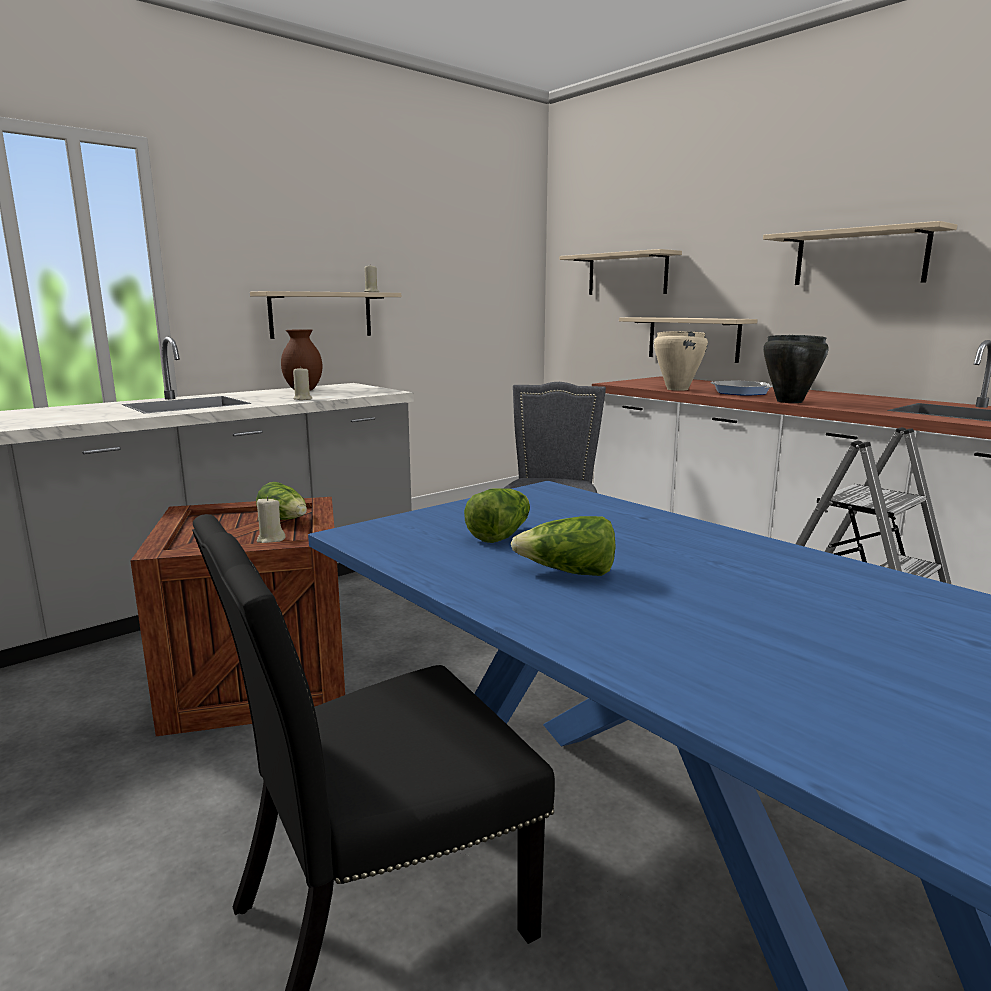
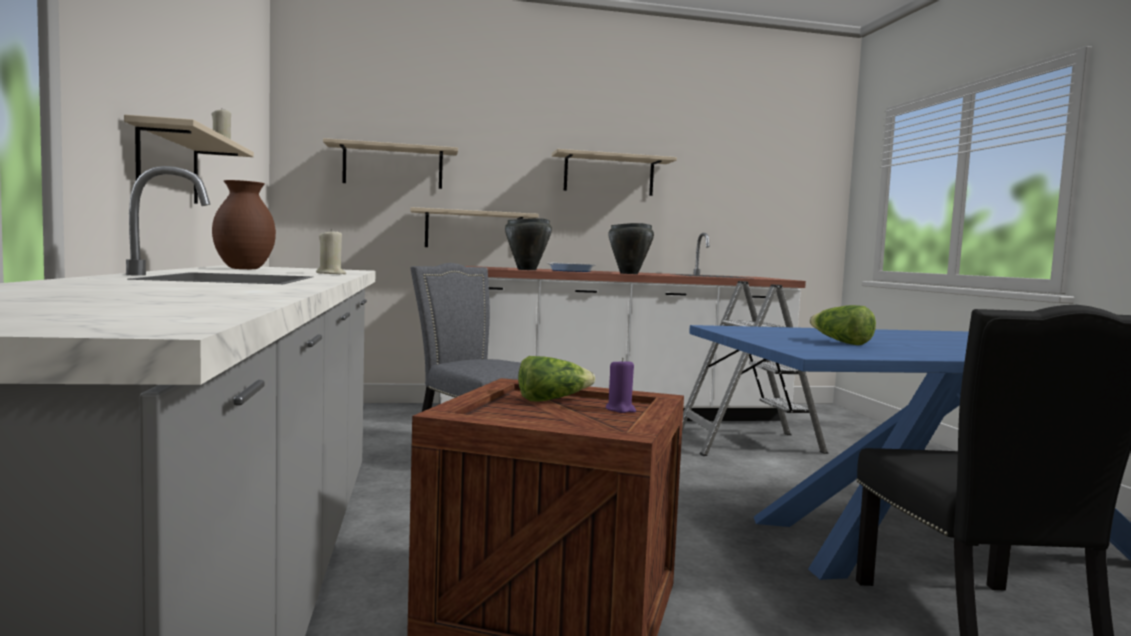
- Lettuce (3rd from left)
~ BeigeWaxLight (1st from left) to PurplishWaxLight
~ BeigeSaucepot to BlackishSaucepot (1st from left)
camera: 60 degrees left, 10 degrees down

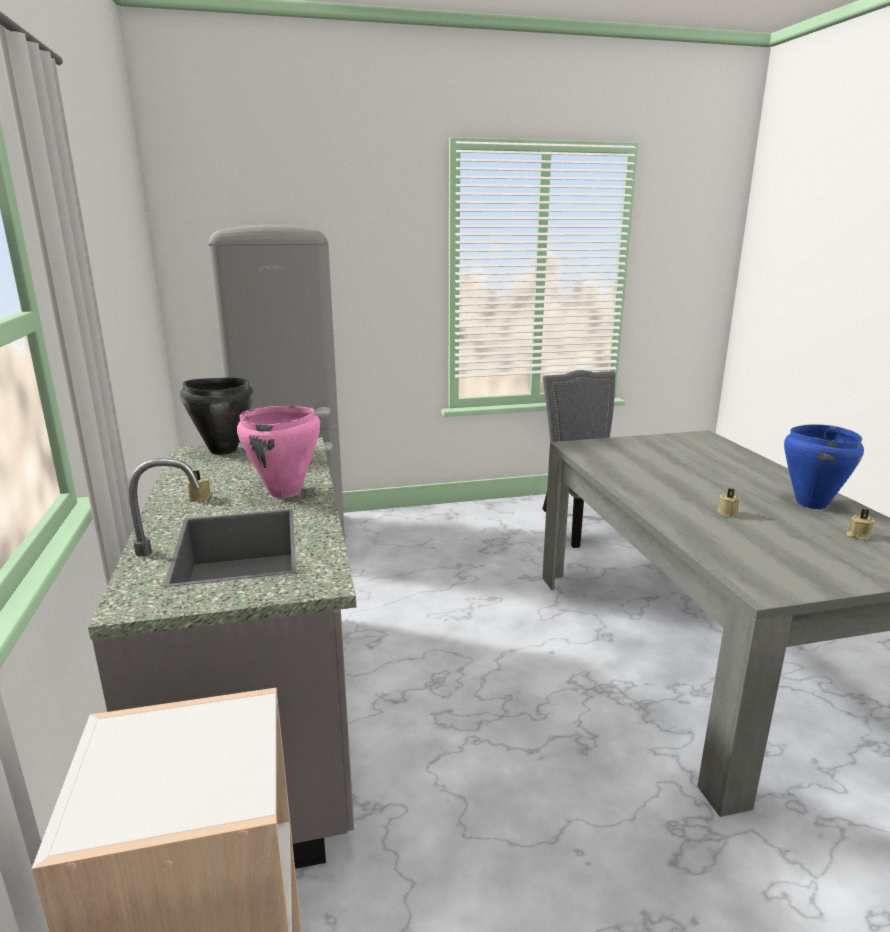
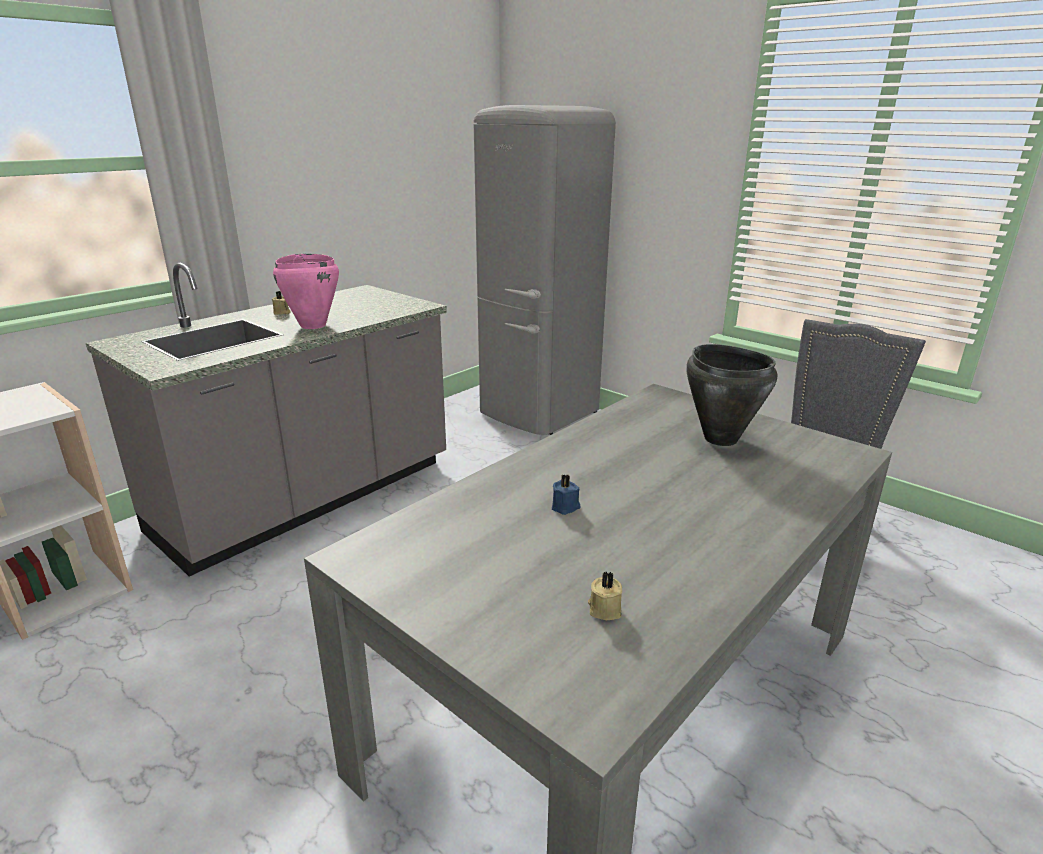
- BlueColouredSaucepot
~ BlackishSaucepot
~ BeigeWaxLight (2nd from left) to BlueColouredWaxLight
camera: 55 degrees right, 5 degrees up

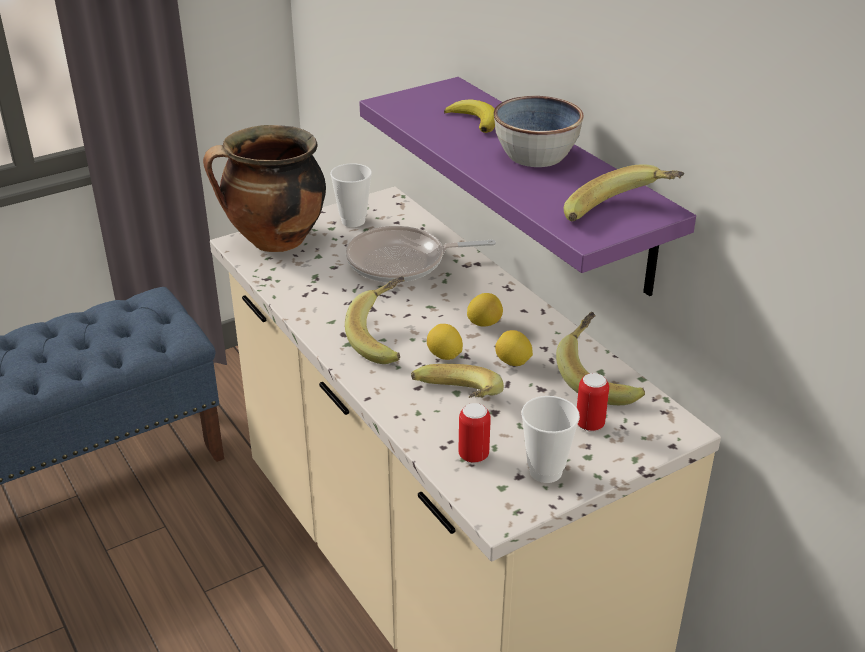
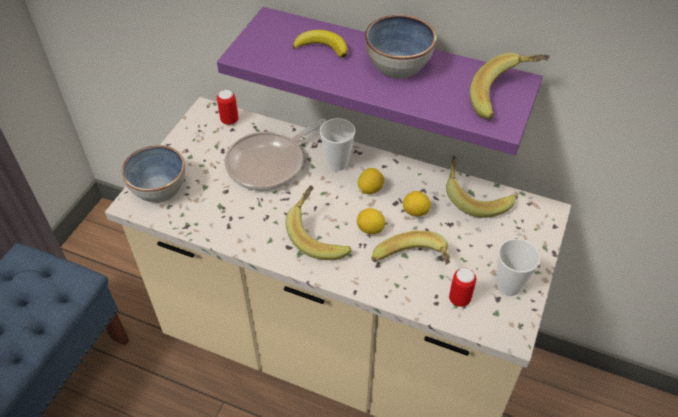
~ SmallCup (1st from left)
~ MetalCan (2nd from left in the first image) to MetalCan (1st from left)
~ Saucepot to Bowl (1st from left)
camera: 35 degrees left, 15 degrees up

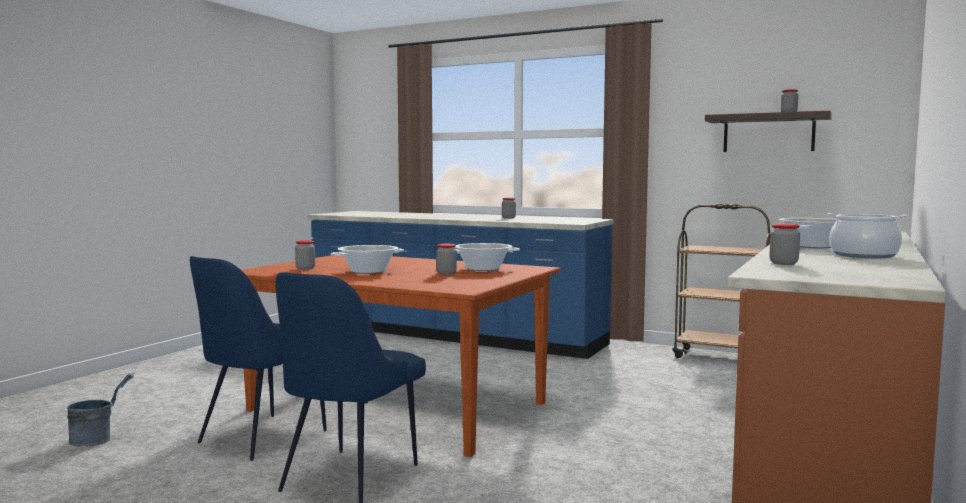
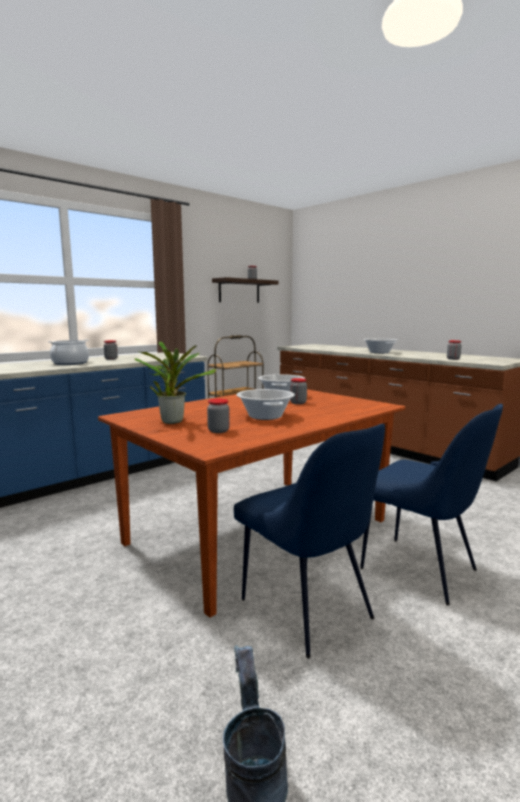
+ PlantInAPot
~ Saucepot (4th from left in the first image) to Saucepot (1st from left)
camera: 70 degrees left, 5 degrees up

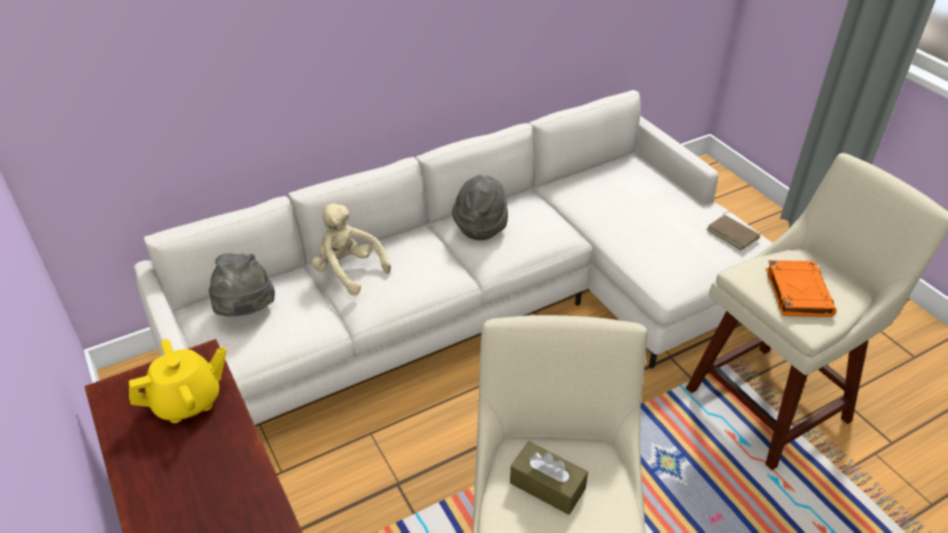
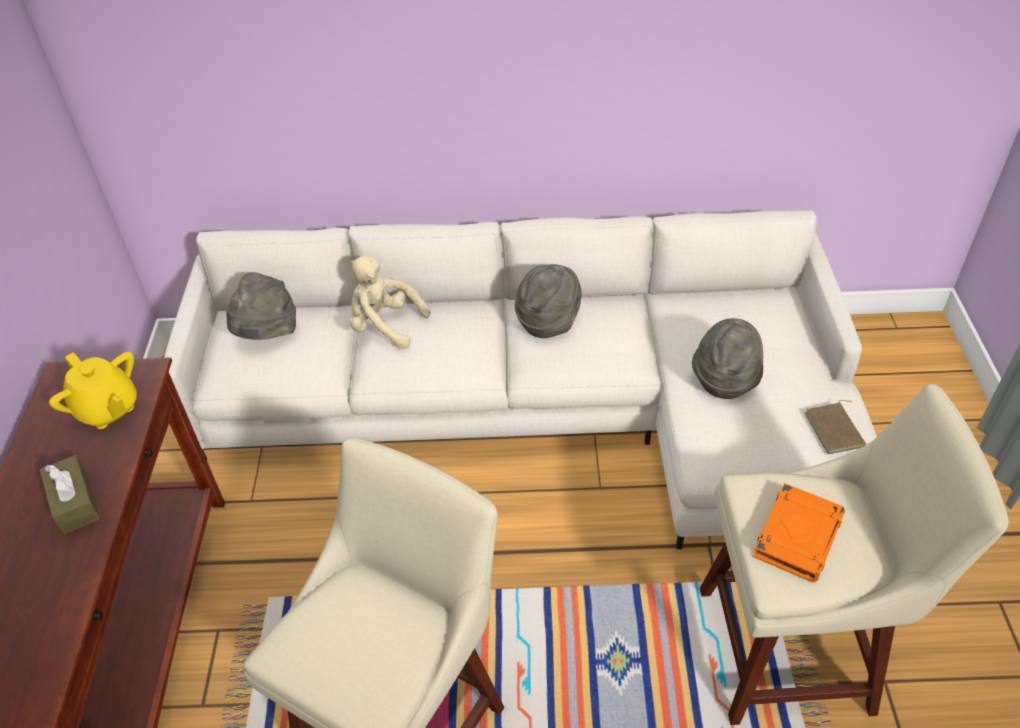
+ GreyishHat (3rd from left)
~ BrownBoxOfTissues
~ YellowTeapot 45 degrees clockwise
~ BeigeCuddlyToy 45 degrees counterclockwise
camera: 30 degrees right, 5 degrees up

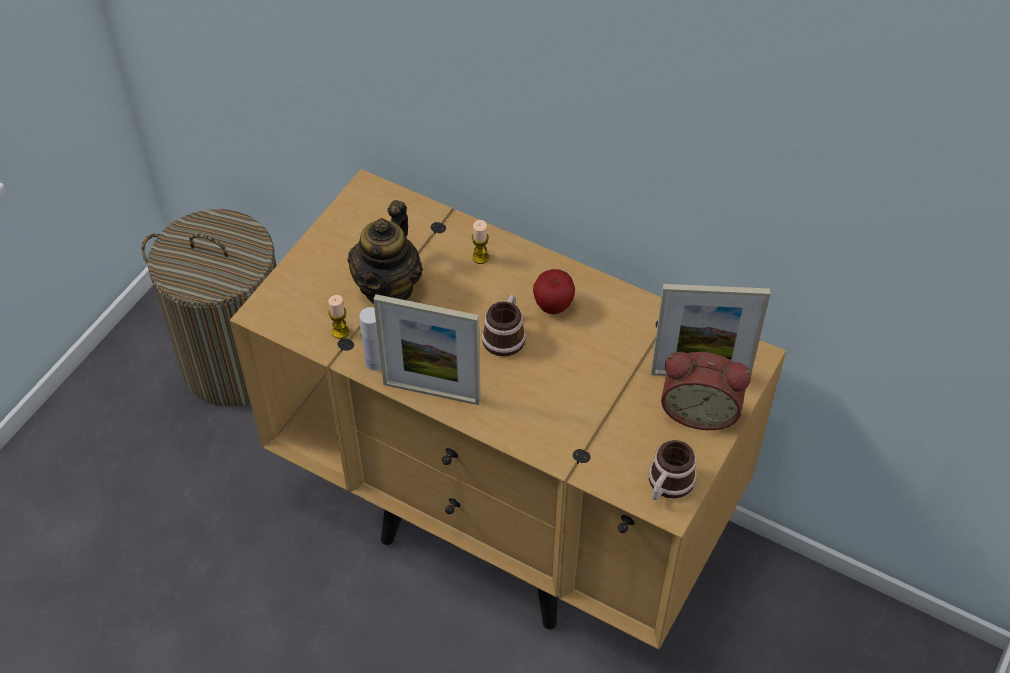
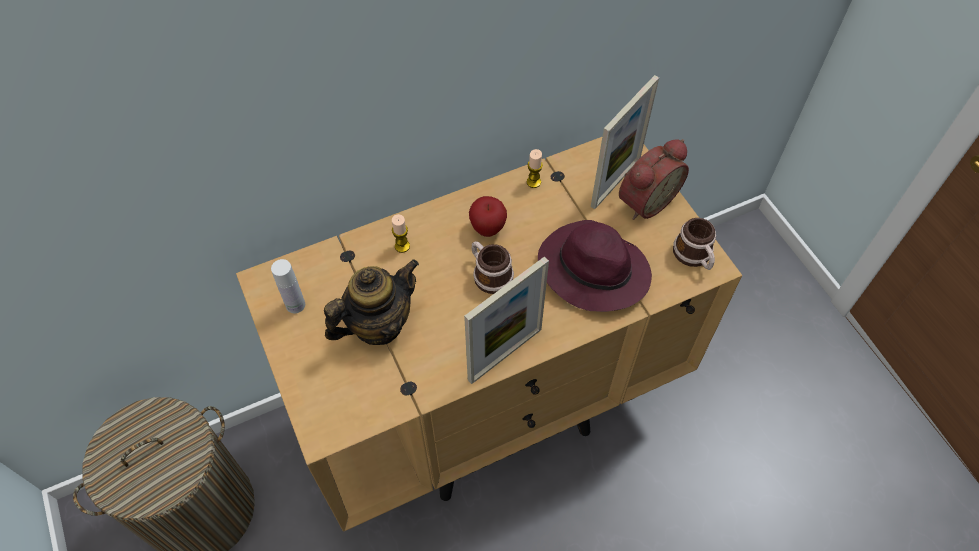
+ PurplishHat
~ WaxLight (1st from left in the first image) to WaxLight (2nd from left)
~ WhiteColouredDrinkBottle
~ Teapot 90 degrees counterclockwise
camera: 55 degrees left, 5 degrees up

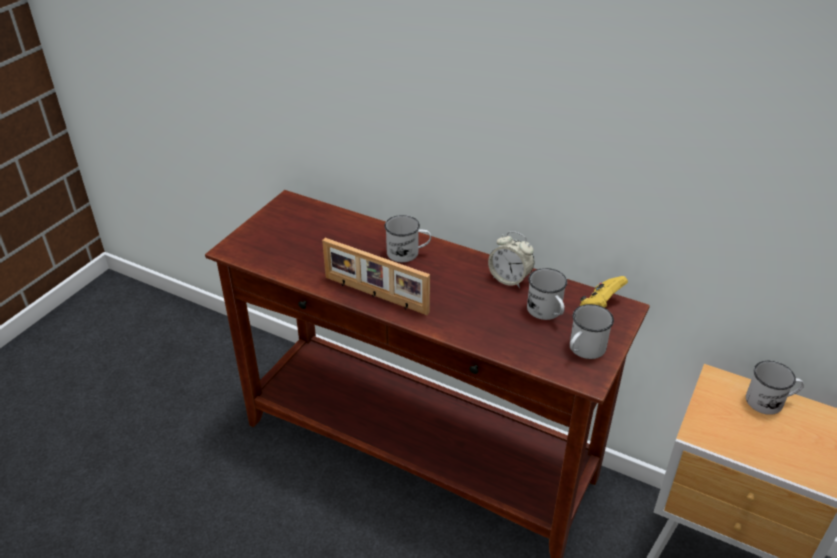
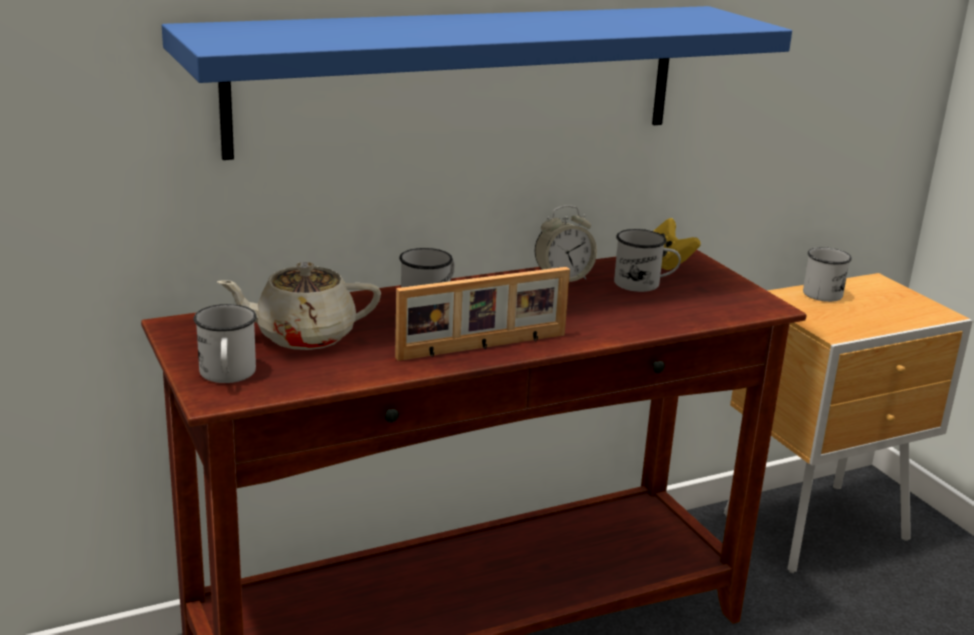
+ BlueColouredBracketShelf
+ BeigeTeapot
~ WhiteColouredMug (3rd from left in the first image) to WhiteColouredMug (1st from left)
camera: 55 degrees left, 15 degrees down

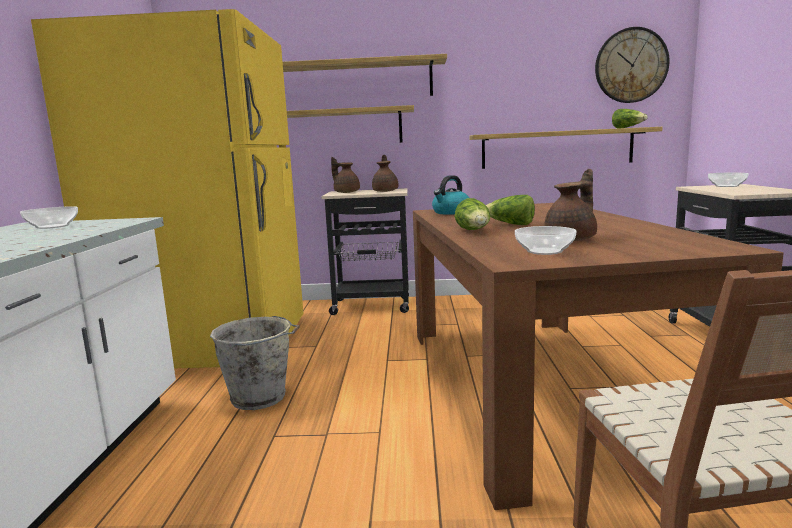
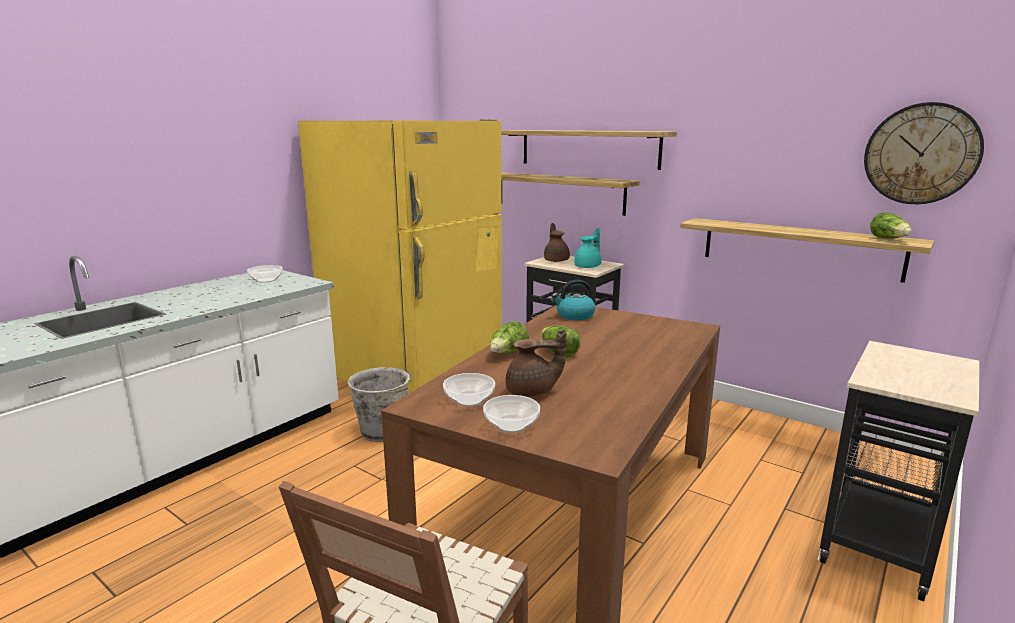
~ Bowl (3rd from left)
~ BrownTeapot (2nd from left) to TurquoiseColouredTeapot
camera: 35 degrees right, 5 degrees up

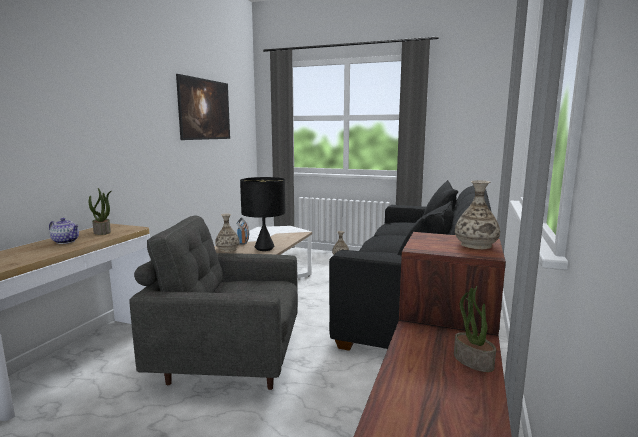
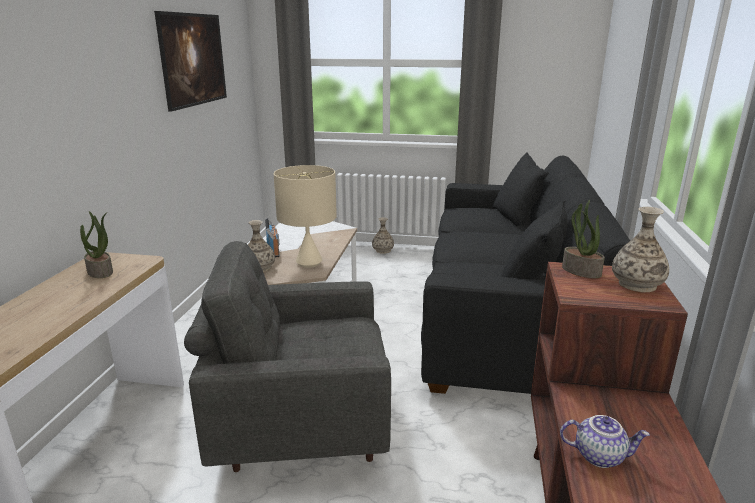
~ Teapot
~ PlantInAPot (2nd from left)
~ BlackishTabletopLamp to BeigeTabletopLamp
camera: 10 degrees left, 10 degrees up

